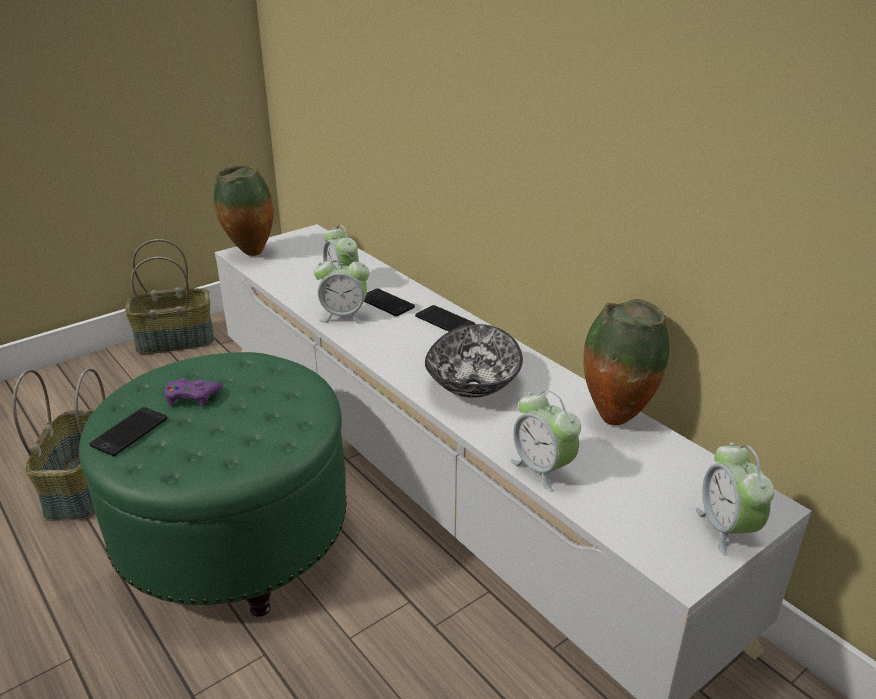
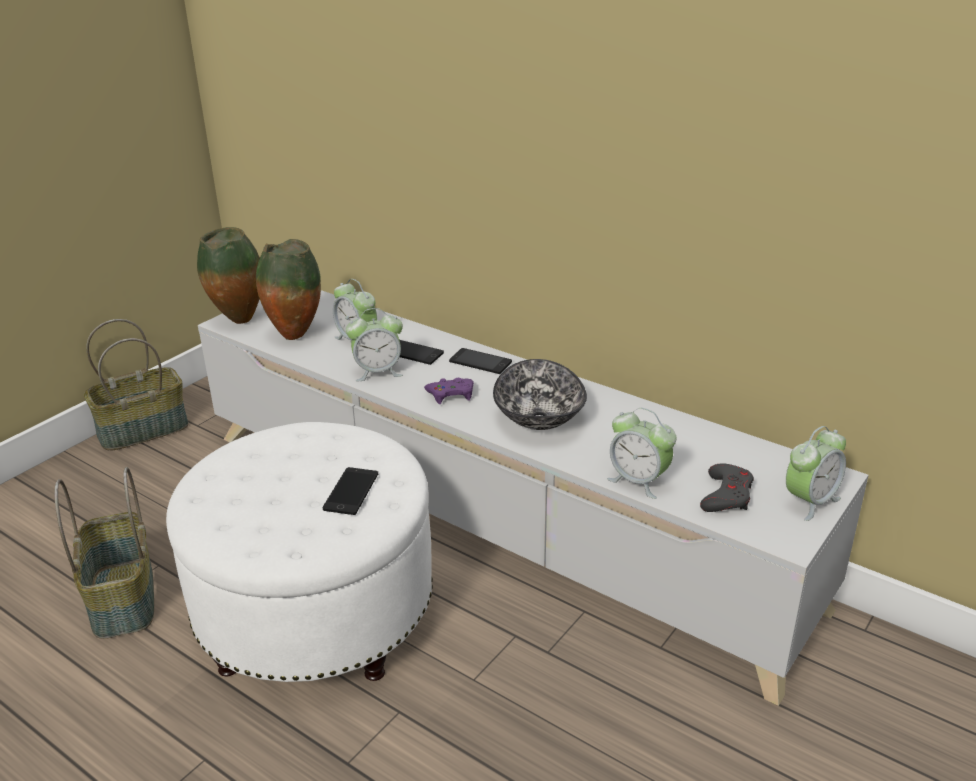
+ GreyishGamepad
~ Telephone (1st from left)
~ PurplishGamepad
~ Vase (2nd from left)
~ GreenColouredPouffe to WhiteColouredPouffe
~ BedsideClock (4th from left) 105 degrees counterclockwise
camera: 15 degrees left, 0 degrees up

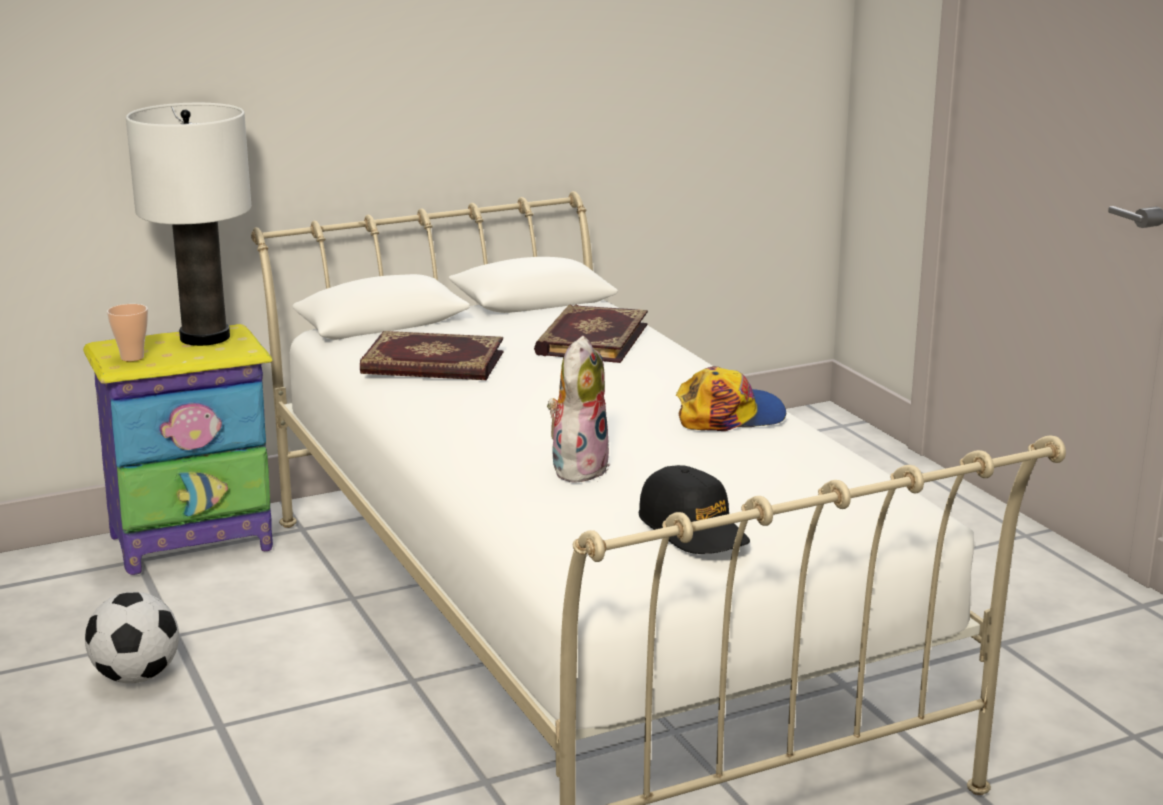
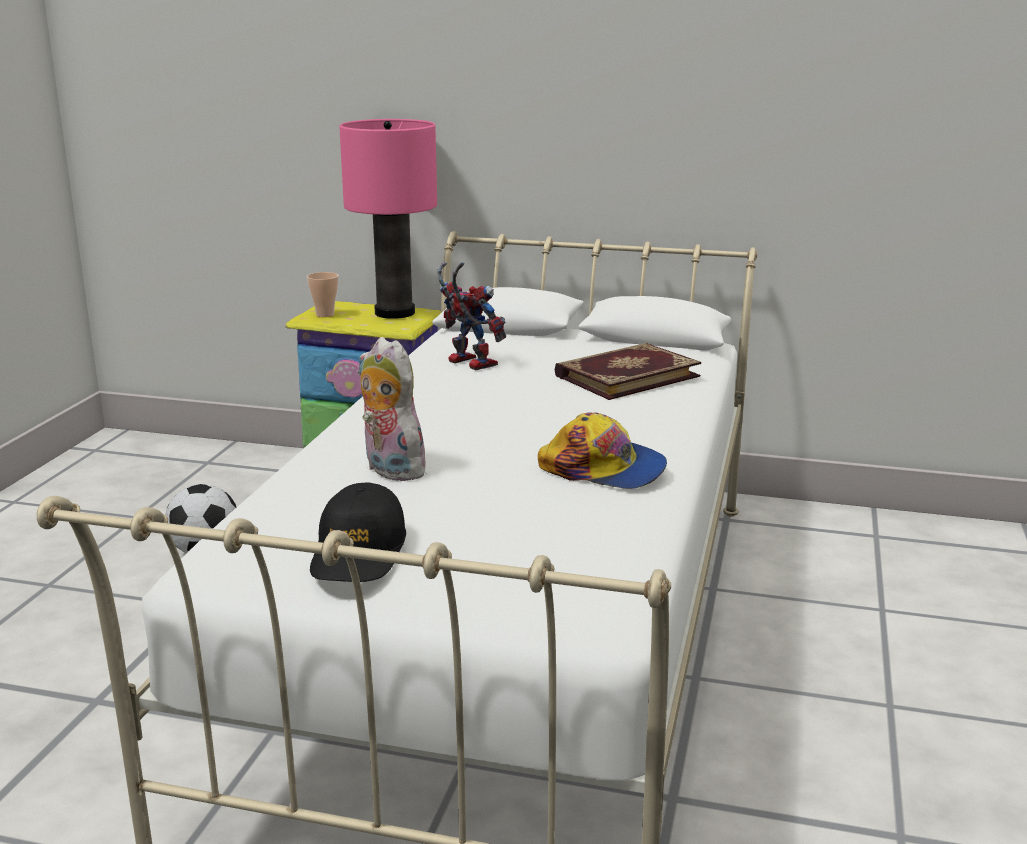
~ Book (1st from left) to RobotFigure
~ WhiteColouredTabletopLamp to PinkishTabletopLamp
~ CuddlyToy 105 degrees counterclockwise
camera: 40 degrees right, 0 degrees up

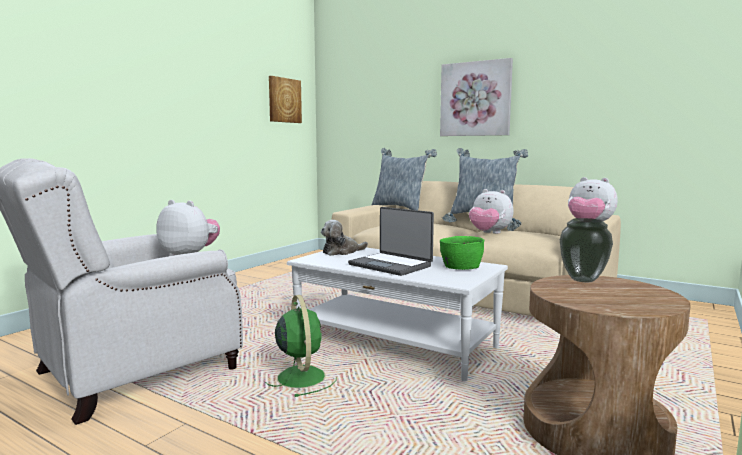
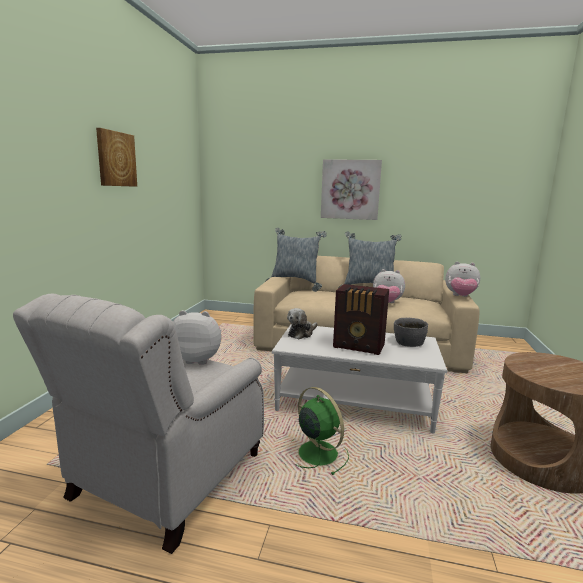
- Vase
~ WallPicture (1st from left)
~ PortableComputer to RadioSet
~ GreenColouredBowl to GreyishBowl
camera: 20 degrees left, 5 degrees up

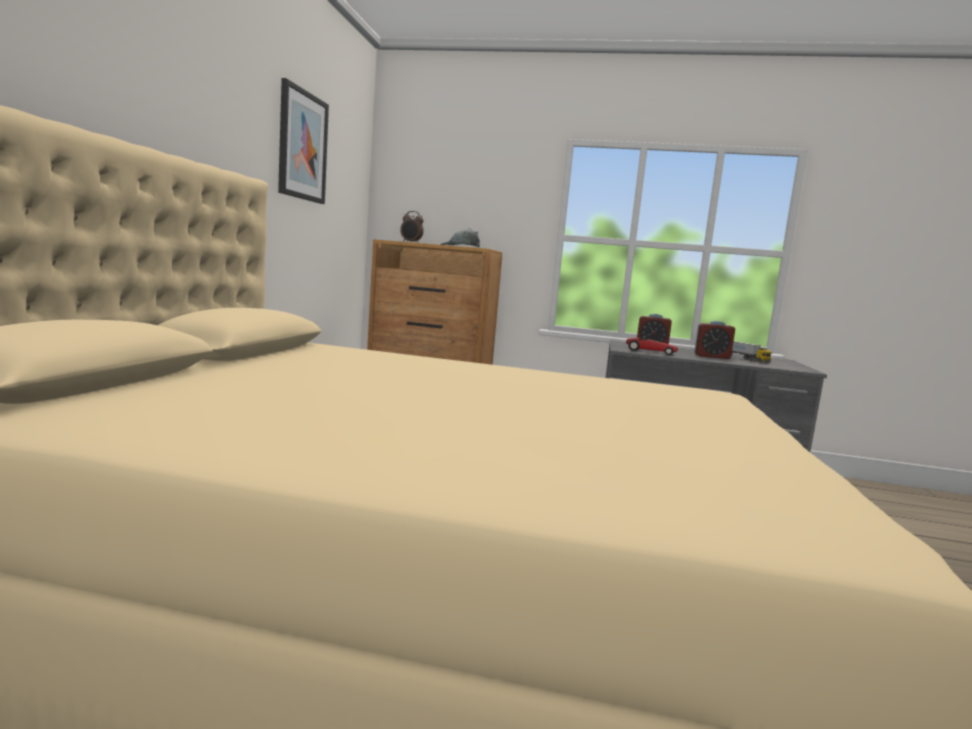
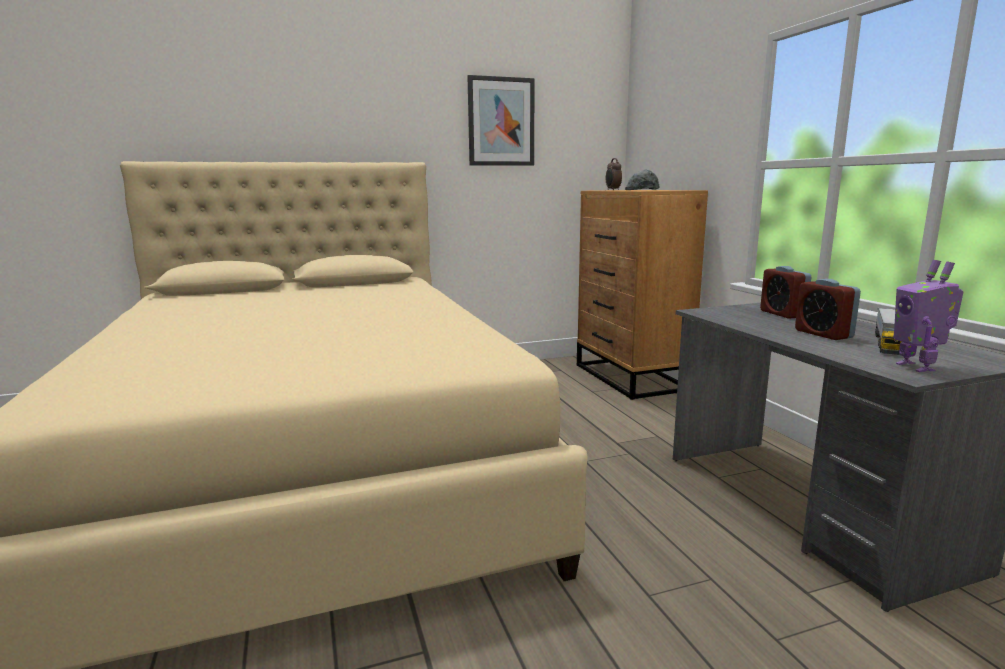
- MiniatureCar
+ RobotFigure
camera: 60 degrees right, 5 degrees up

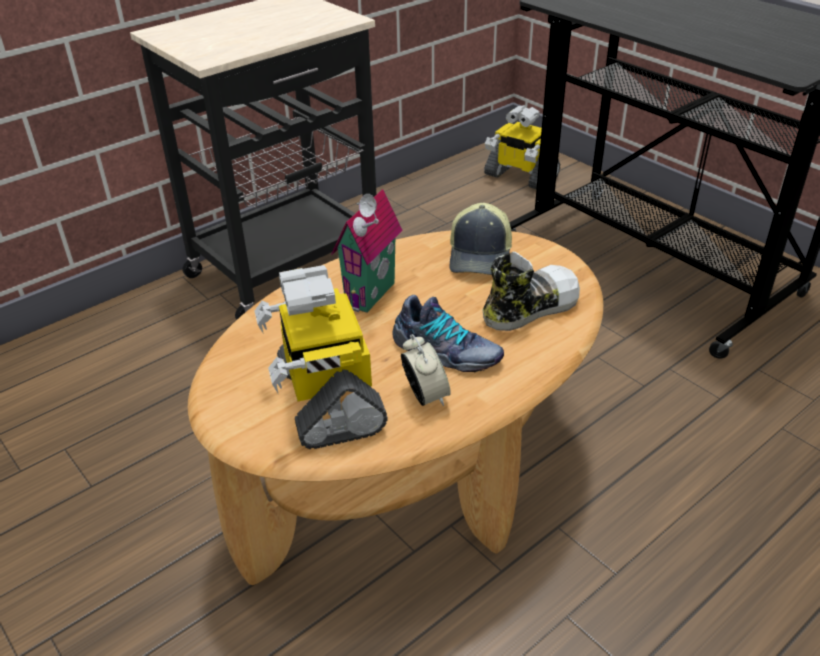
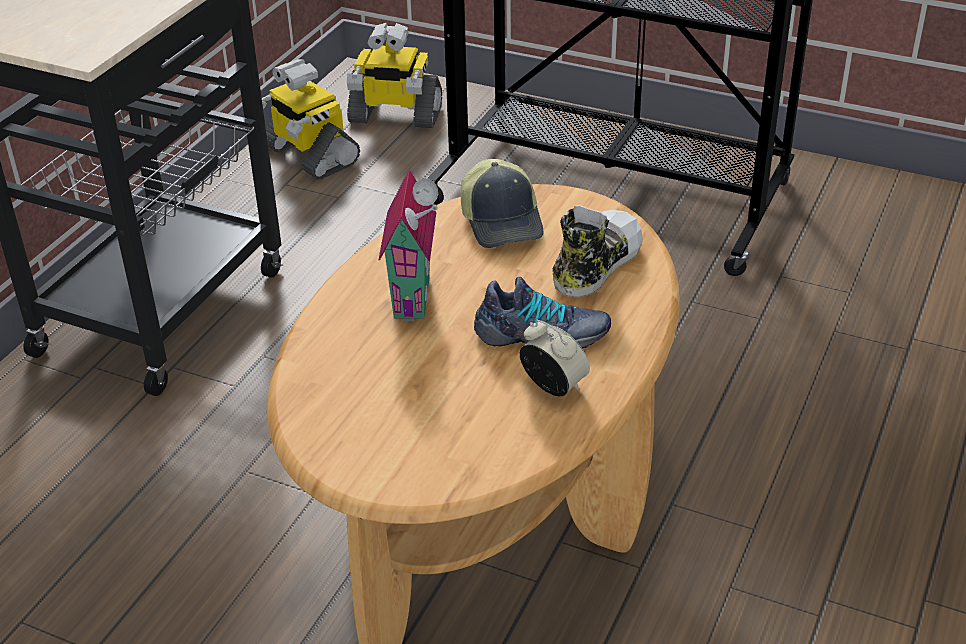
~ RobotFigure (1st from left)
camera: 25 degrees left, 0 degrees up

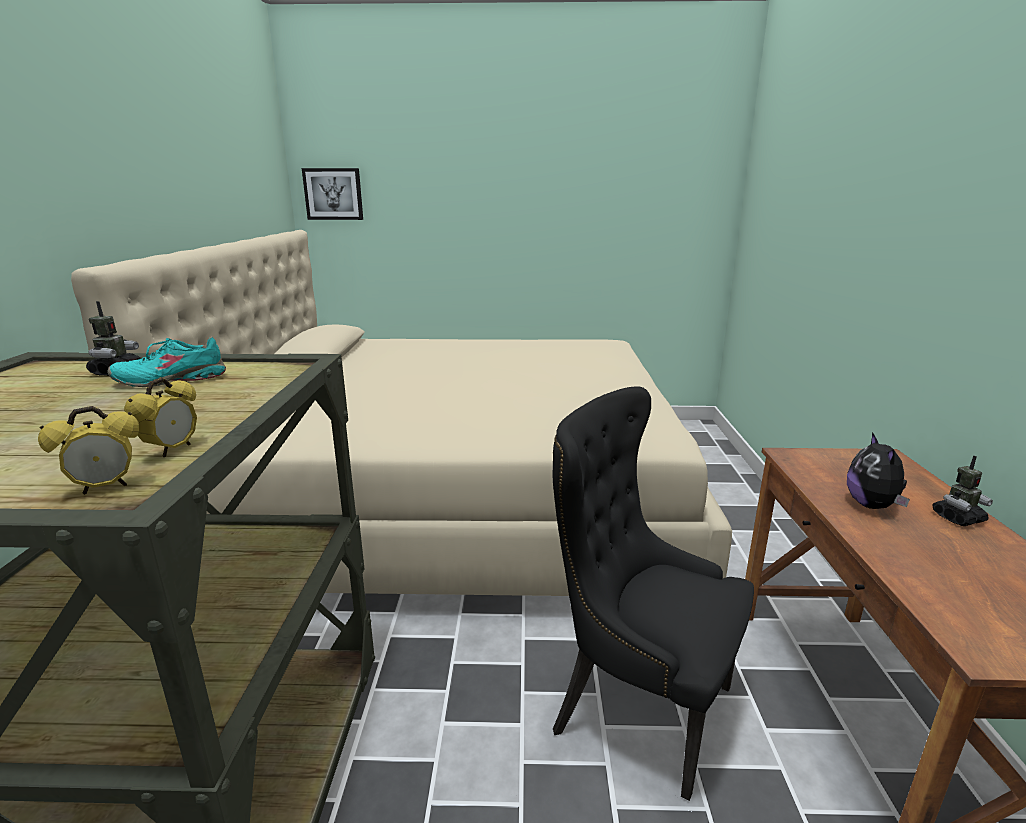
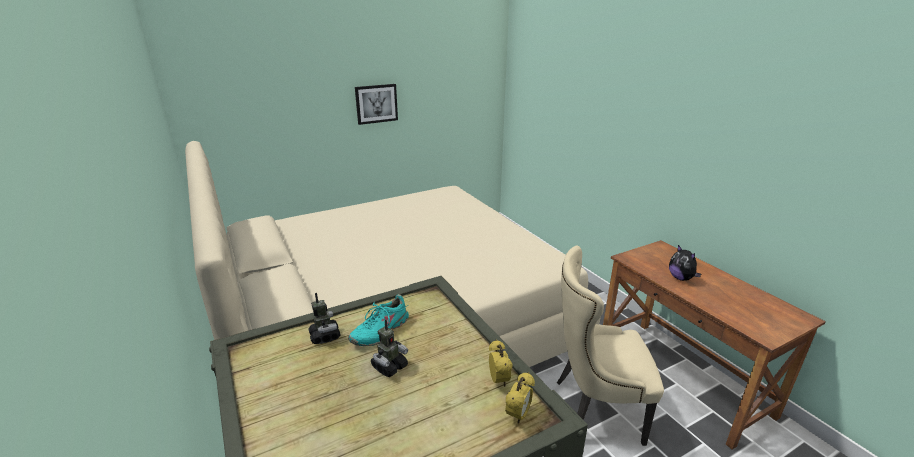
~ WallPicture
~ RobotFigure (2nd from left)
~ BlackishChair to BeigeChair
camera: 30 degrees left, 5 degrees up

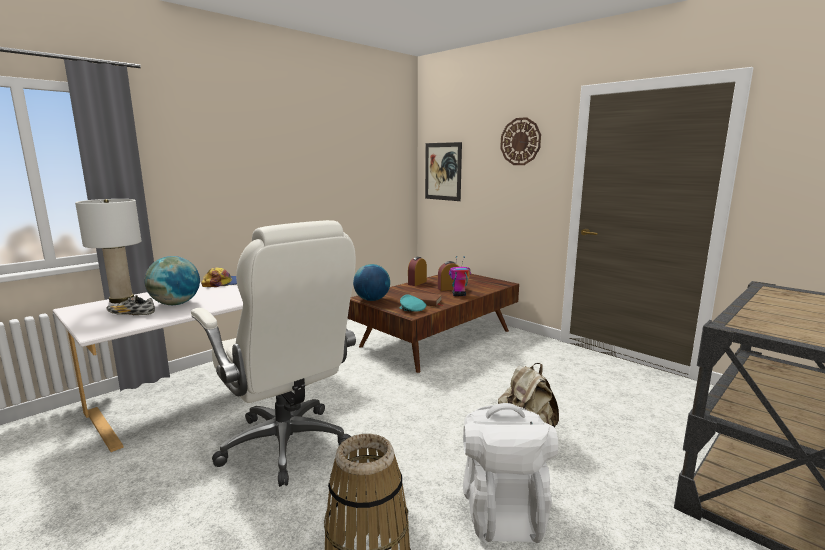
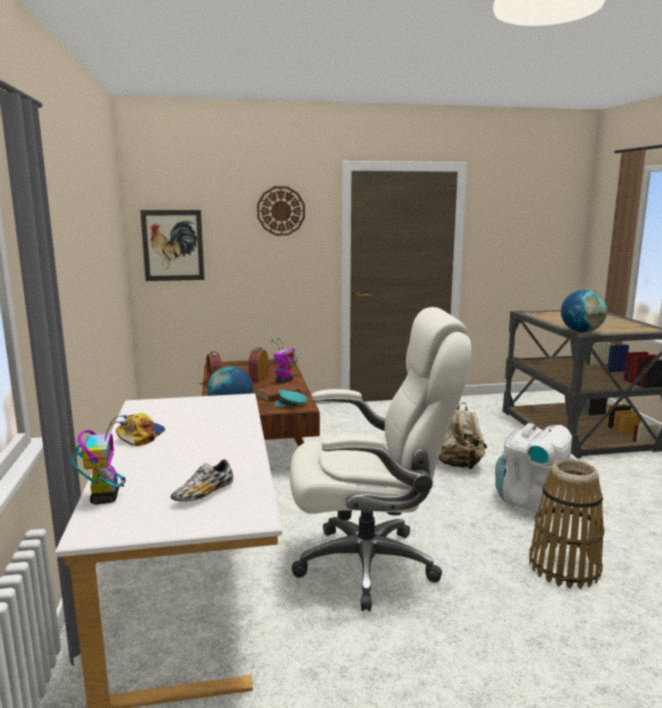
~ DeskGlobe (1st from left in the first image) to DeskGlobe (2nd from left)
~ WhiteColouredTabletopLamp to RobotFigure (1st from left)
camera: 55 degrees left, 0 degrees up

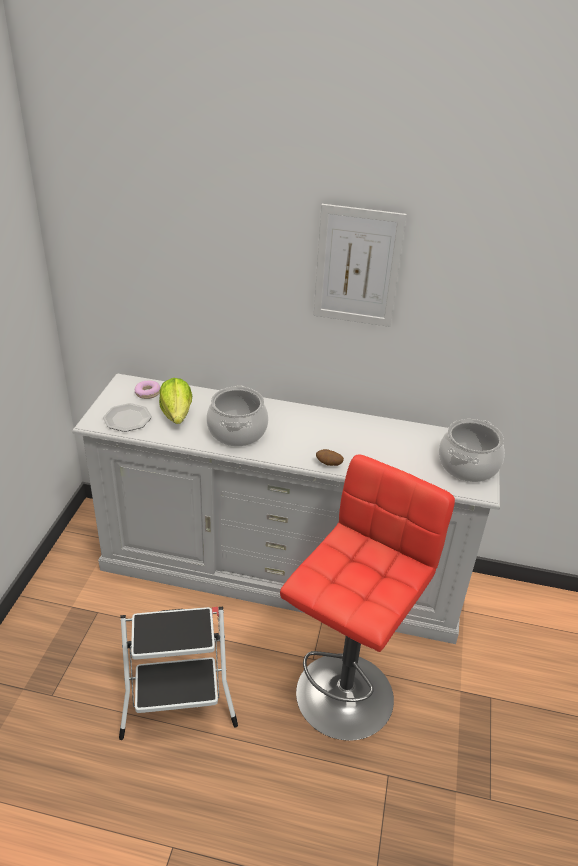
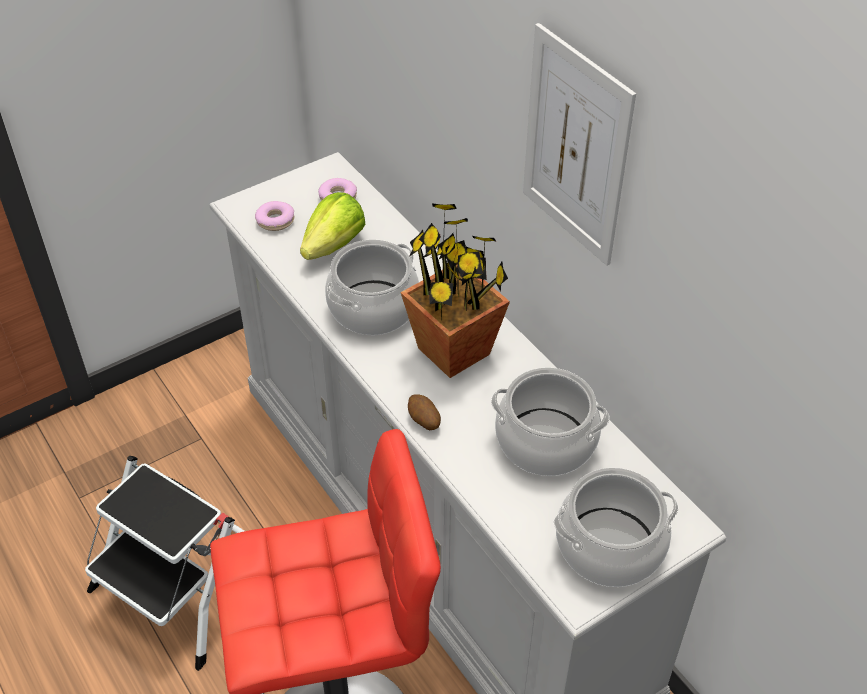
+ PlantInAPot
+ Saucepot (2nd from left)
~ DinnerPlate to Doughnut (1st from left)
camera: 45 degrees right, 10 degrees up

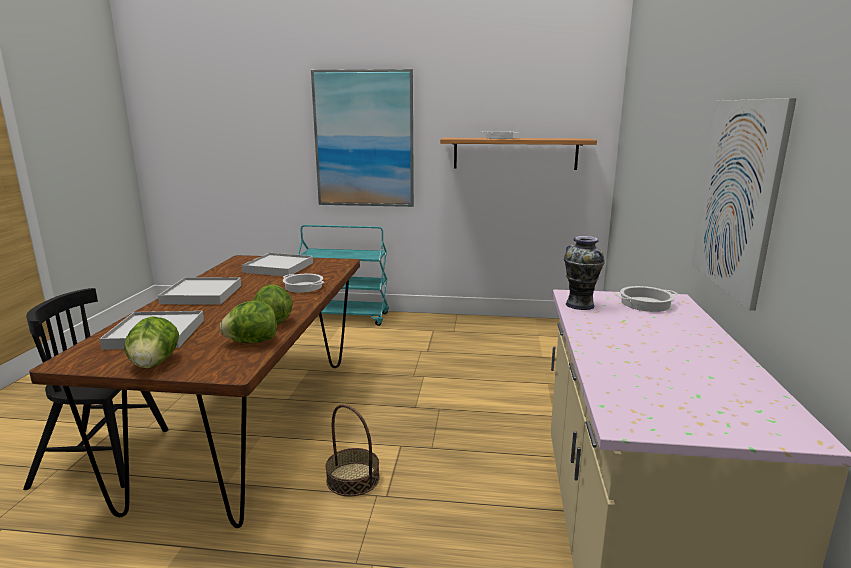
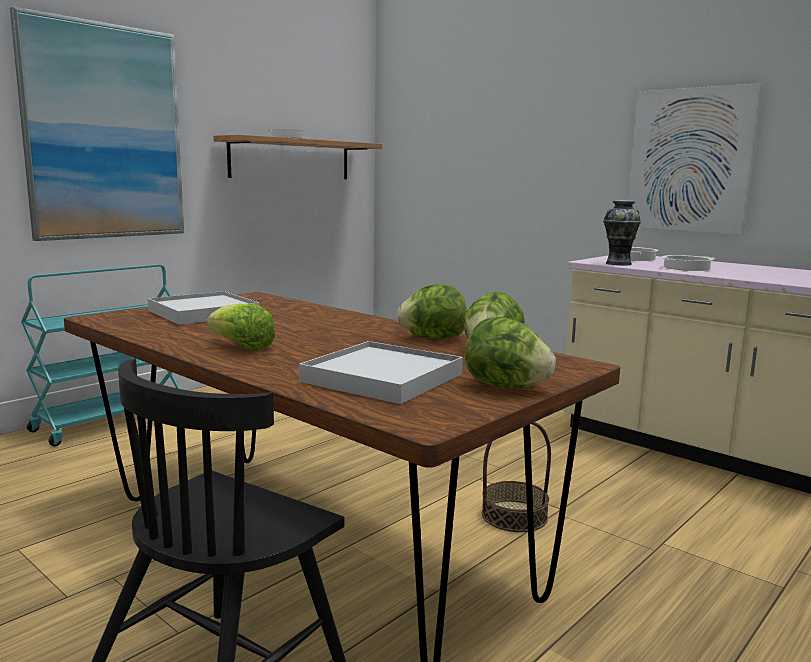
~ Saucepot (1st from left in the first image) to Saucepot (3rd from left)
~ WhiteColouredCarryingTray (2nd from left) to Lettuce (1st from left)
camera: 55 degrees left, 5 degrees down

